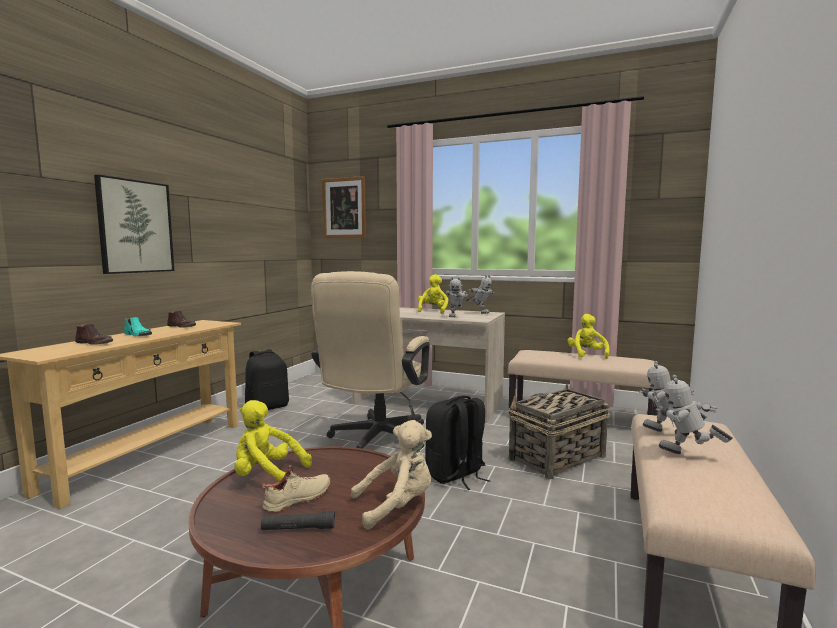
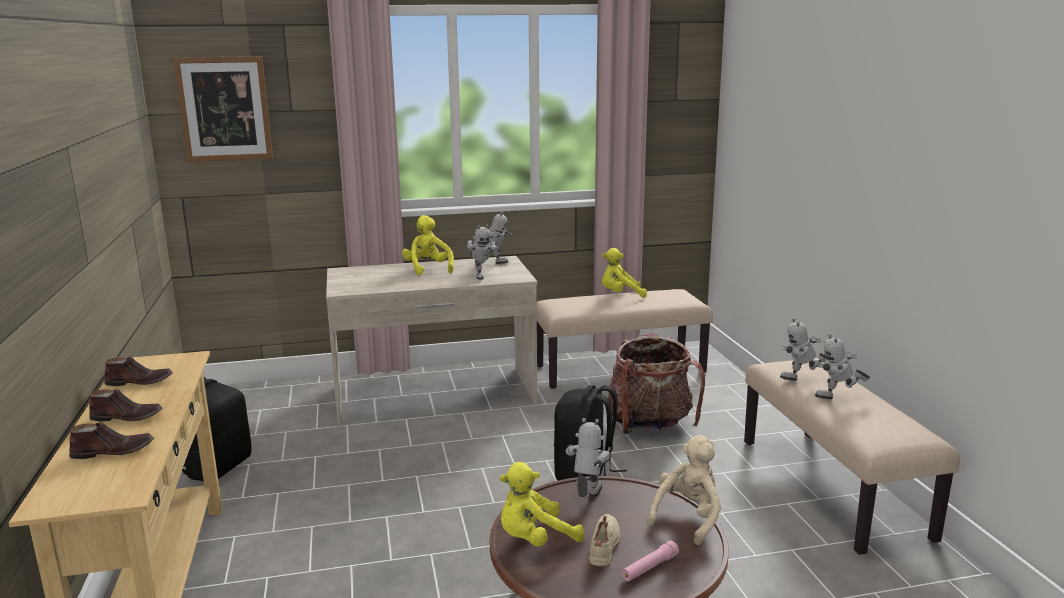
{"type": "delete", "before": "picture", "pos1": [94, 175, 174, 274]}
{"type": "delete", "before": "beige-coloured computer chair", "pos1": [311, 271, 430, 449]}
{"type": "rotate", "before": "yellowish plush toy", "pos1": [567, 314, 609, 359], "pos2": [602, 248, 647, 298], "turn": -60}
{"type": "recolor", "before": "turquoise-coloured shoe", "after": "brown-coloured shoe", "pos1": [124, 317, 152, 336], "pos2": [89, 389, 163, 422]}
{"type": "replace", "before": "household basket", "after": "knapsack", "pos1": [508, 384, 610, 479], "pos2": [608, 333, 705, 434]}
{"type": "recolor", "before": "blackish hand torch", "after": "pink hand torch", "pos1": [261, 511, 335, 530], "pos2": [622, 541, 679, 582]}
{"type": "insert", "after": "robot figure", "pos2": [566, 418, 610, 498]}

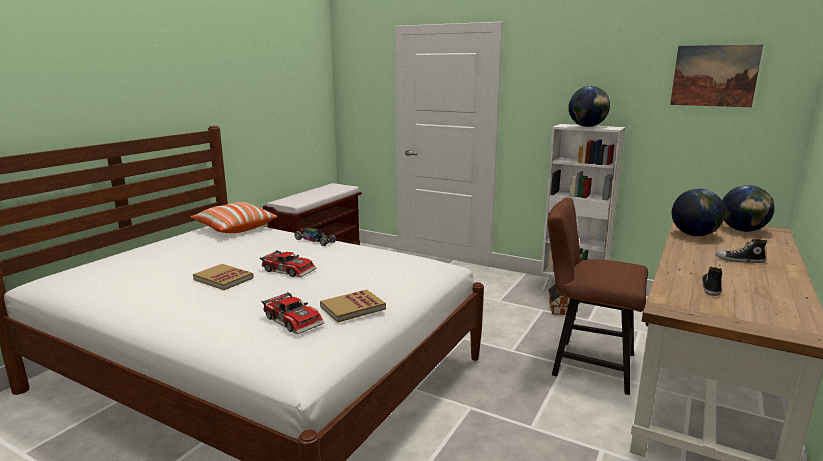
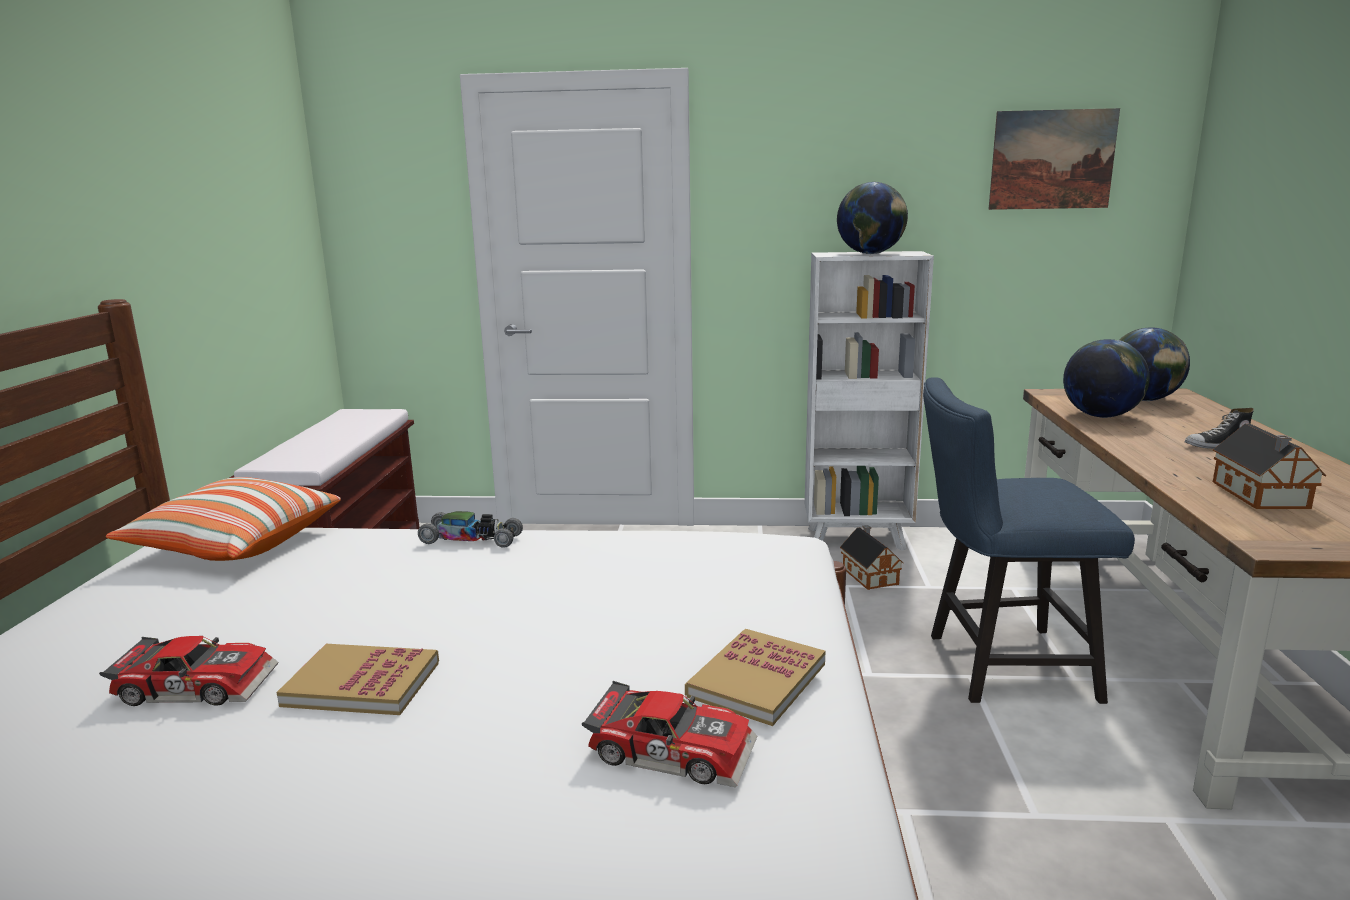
{"type": "recolor", "before": "brown-coloured chair", "after": "blue-coloured chair", "pos1": [548, 198, 648, 395], "pos2": [923, 377, 1135, 704]}
{"type": "move", "before": "miniature car", "pos1": [260, 250, 317, 277], "pos2": [99, 636, 278, 706]}
{"type": "replace", "before": "shoe", "after": "model house", "pos1": [702, 267, 723, 296], "pos2": [1213, 424, 1326, 509]}

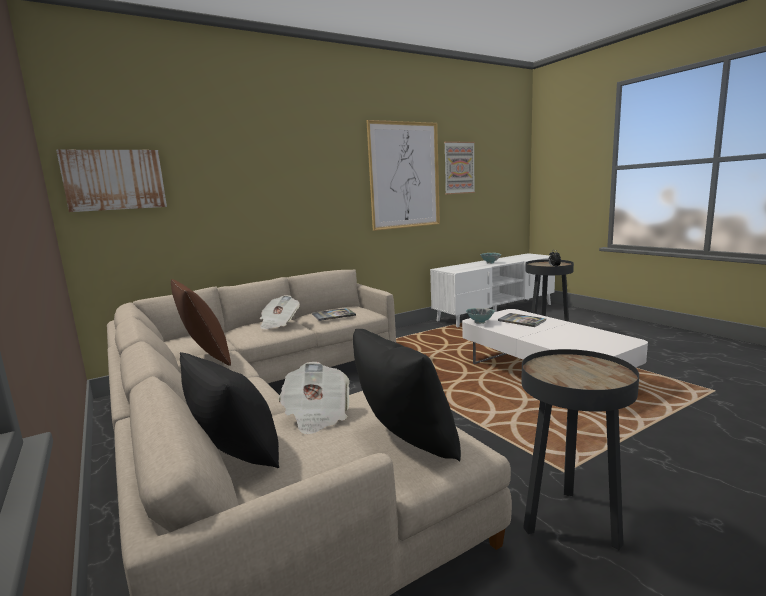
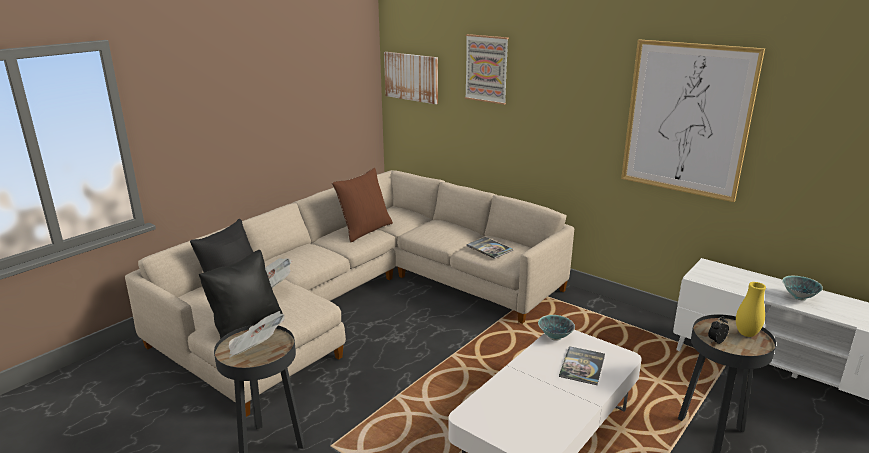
{"type": "move", "before": "picture", "pos1": [444, 141, 475, 195], "pos2": [465, 34, 509, 105]}
{"type": "move", "before": "newspaper", "pos1": [260, 295, 300, 329], "pos2": [229, 311, 285, 357]}
{"type": "insert", "after": "yellowish flower vase", "pos2": [736, 282, 766, 337]}

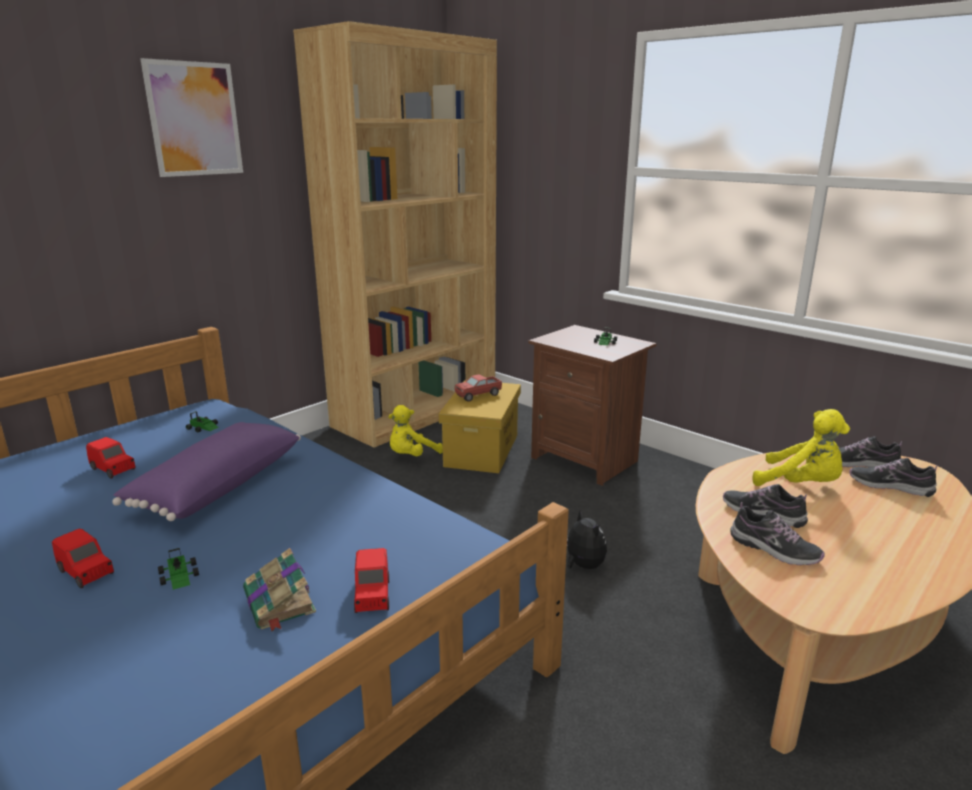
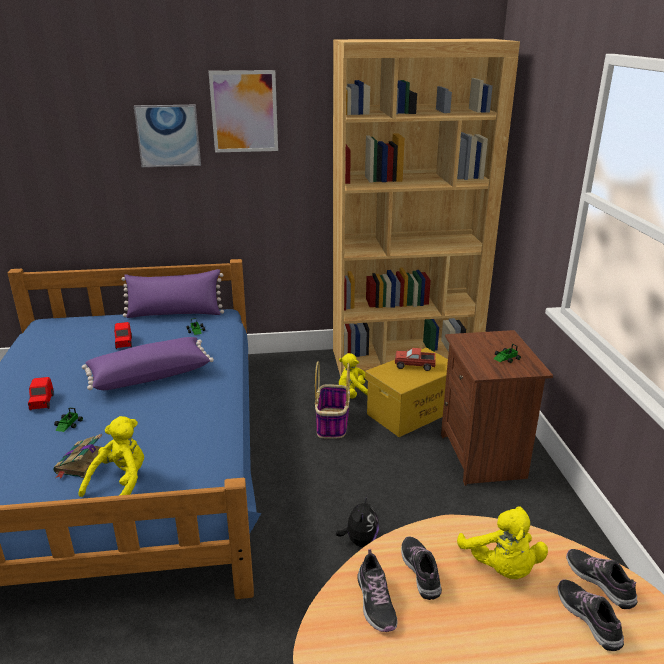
{"type": "replace", "before": "red-coloured miniature car", "after": "yellowish plush toy", "pos1": [354, 548, 389, 613], "pos2": [78, 416, 144, 497]}
{"type": "insert", "after": "picture", "pos2": [134, 105, 201, 167]}
{"type": "insert", "after": "purple cushion", "pos2": [121, 269, 224, 318]}
{"type": "insert", "after": "household basket", "pos2": [315, 361, 350, 439]}

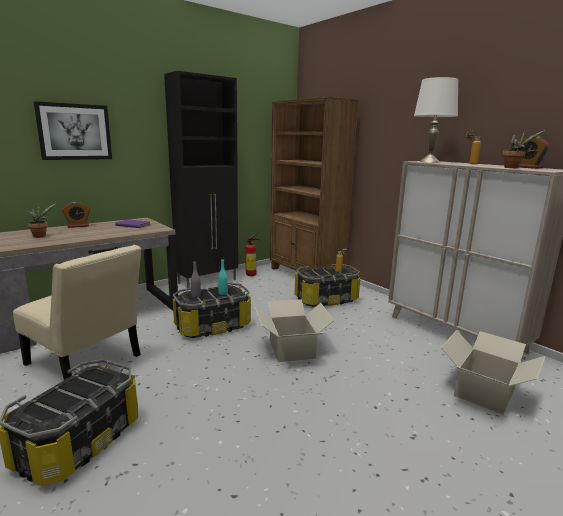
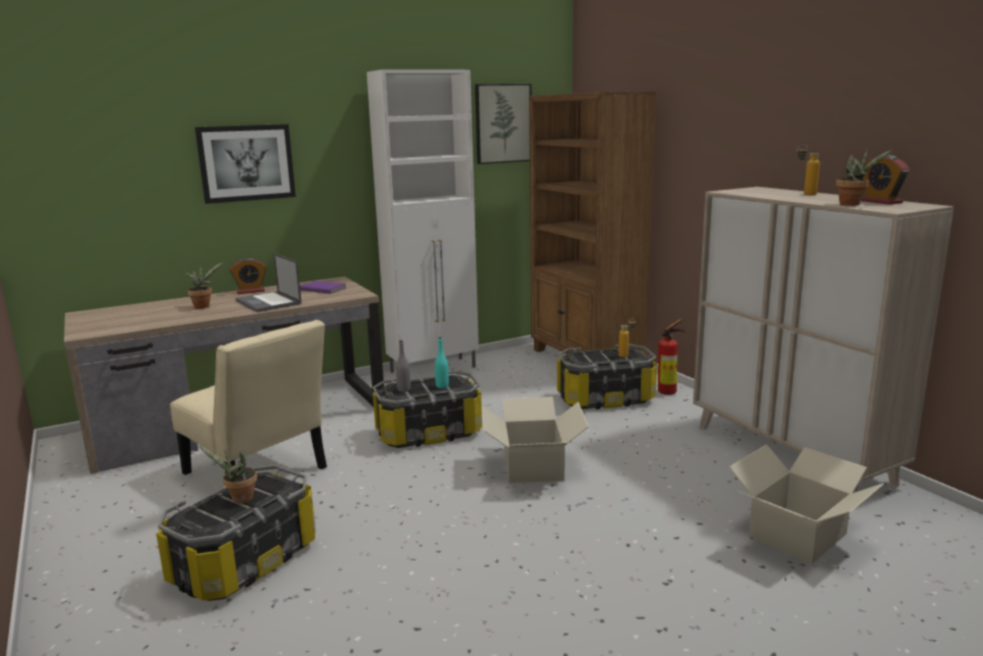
{"type": "recolor", "before": "blackish storage cabinet", "after": "white storage cabinet", "pos1": [164, 71, 238, 288], "pos2": [367, 69, 479, 373]}
{"type": "delete", "before": "white table lamp", "pos1": [414, 77, 458, 163]}
{"type": "move", "before": "fire-fighting cylinder", "pos1": [245, 233, 259, 276], "pos2": [658, 319, 685, 395]}
{"type": "insert", "after": "picture", "pos2": [475, 84, 531, 164]}
{"type": "insert", "after": "laptop", "pos2": [235, 253, 302, 312]}
{"type": "insert", "after": "potted plant", "pos2": [199, 446, 257, 503]}

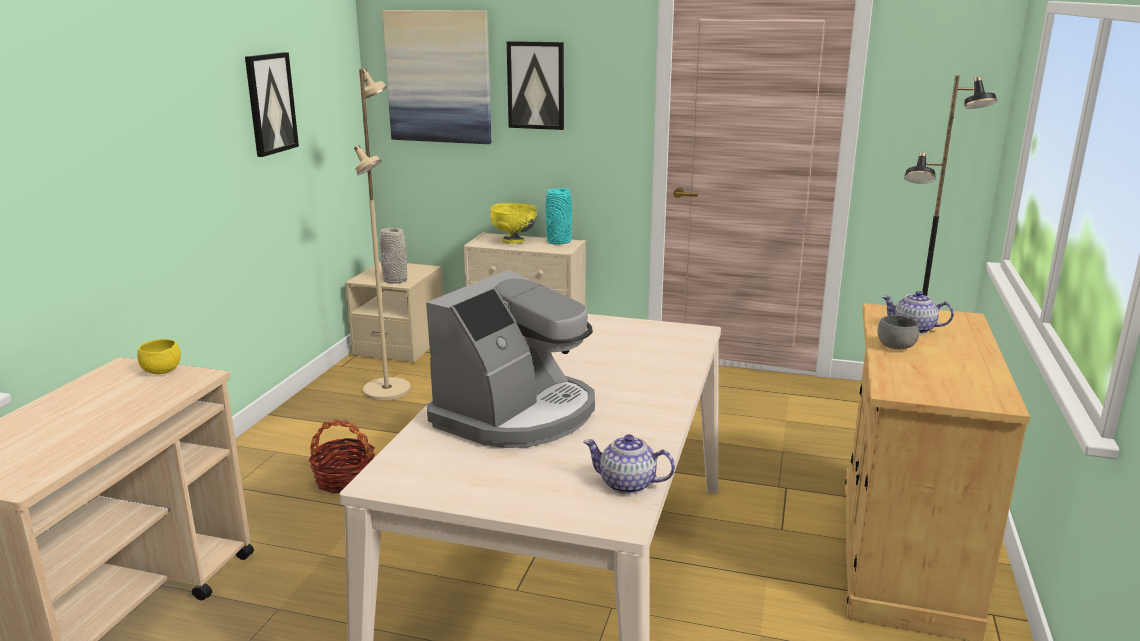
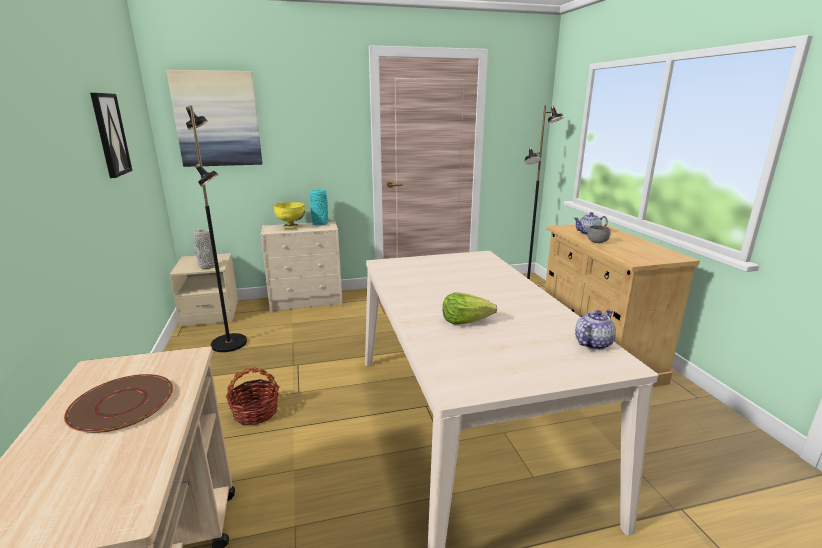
{"type": "delete", "before": "picture", "pos1": [507, 41, 564, 130]}
{"type": "recolor", "before": "beige-coloured standard lamp", "after": "blackish standard lamp", "pos1": [354, 69, 411, 401], "pos2": [186, 105, 247, 352]}
{"type": "replace", "before": "coffee brewer", "after": "lettuce", "pos1": [426, 269, 595, 448], "pos2": [443, 293, 498, 325]}
{"type": "delete", "before": "yellowish serving bowl", "pos1": [137, 339, 181, 374]}
{"type": "rotate", "before": "tea pot", "pos1": [583, 434, 675, 494], "pos2": [575, 310, 616, 350], "turn": 150}
{"type": "insert", "after": "brown-coloured plate", "pos2": [64, 374, 173, 433]}

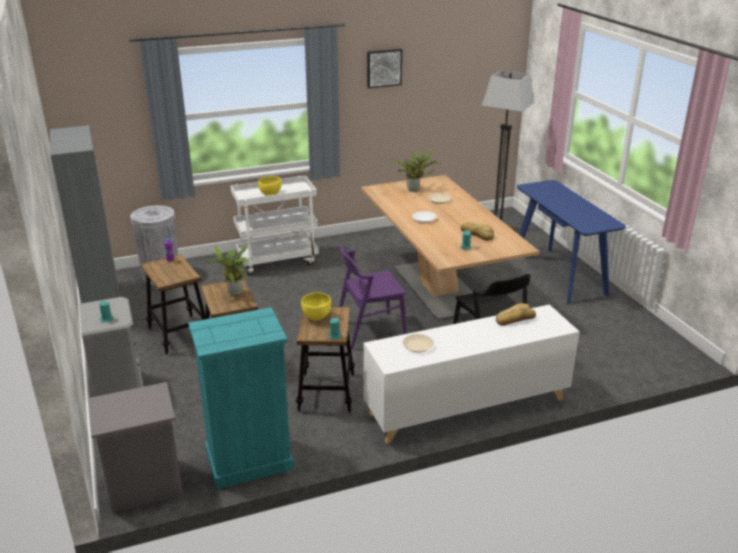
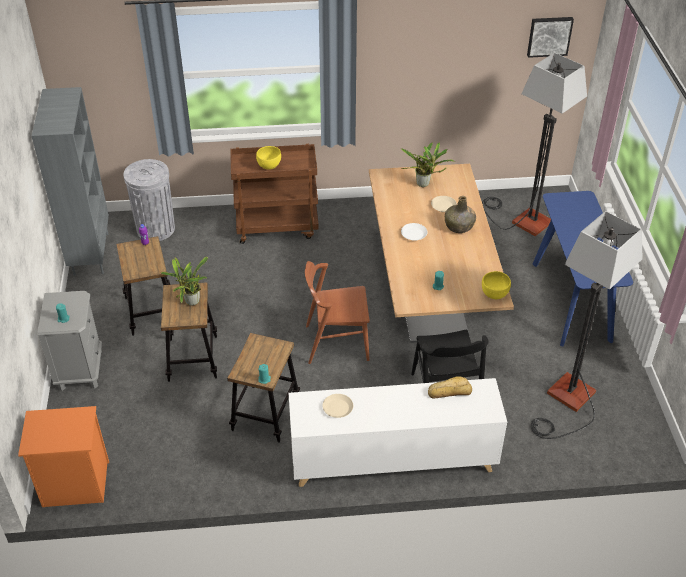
{"type": "move", "before": "picture", "pos1": [367, 49, 402, 88], "pos2": [527, 17, 574, 58]}
{"type": "recolor", "before": "white trolley", "after": "brown-coloured trolley", "pos1": [230, 176, 319, 276], "pos2": [230, 144, 319, 244]}
{"type": "delete", "before": "baked bread", "pos1": [461, 222, 494, 241]}
{"type": "recolor", "before": "purple chair", "after": "brown-coloured chair", "pos1": [339, 244, 407, 349], "pos2": [305, 261, 370, 364]}
{"type": "move", "before": "yellowish serving bowl", "pos1": [301, 293, 331, 320], "pos2": [482, 271, 511, 299]}
{"type": "delete", "before": "turquoise-coloured dresser", "pos1": [188, 307, 294, 489]}
{"type": "recolor", "before": "greyish night table", "after": "orangey night table", "pos1": [88, 382, 183, 513], "pos2": [18, 406, 109, 507]}
{"type": "insert", "after": "greenish beverage bottle", "pos2": [445, 196, 476, 233]}
{"type": "insert", "after": "standard lamp", "pos2": [531, 211, 642, 439]}

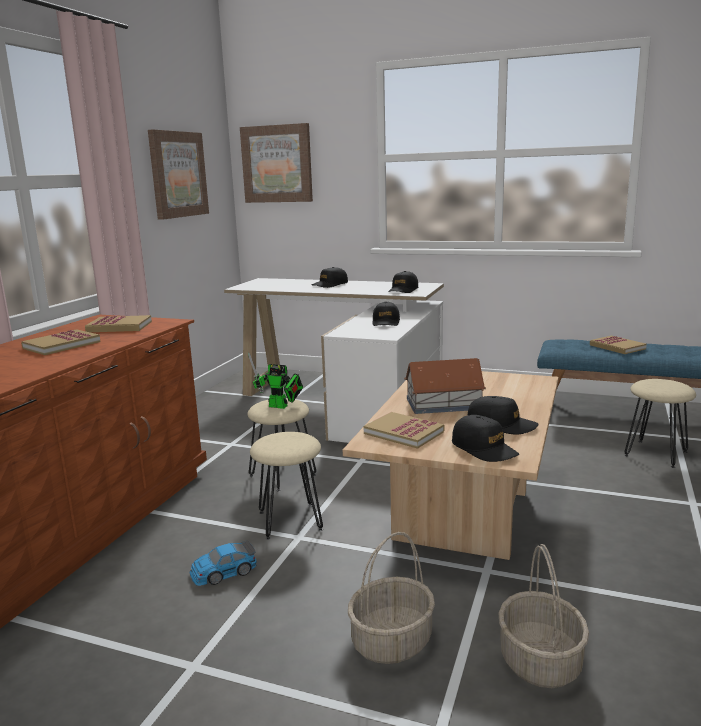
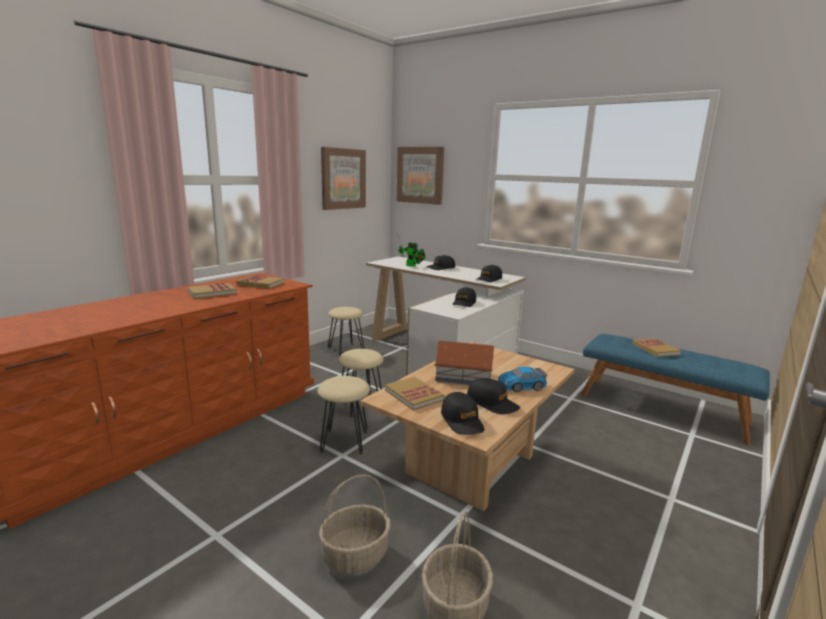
{"type": "move", "before": "robot figure", "pos1": [248, 352, 303, 409], "pos2": [397, 234, 426, 267]}
{"type": "move", "before": "beige-coloured stool", "pos1": [624, 379, 696, 468], "pos2": [328, 307, 364, 355]}
{"type": "move", "before": "miniature car", "pos1": [190, 540, 257, 586], "pos2": [497, 367, 548, 392]}

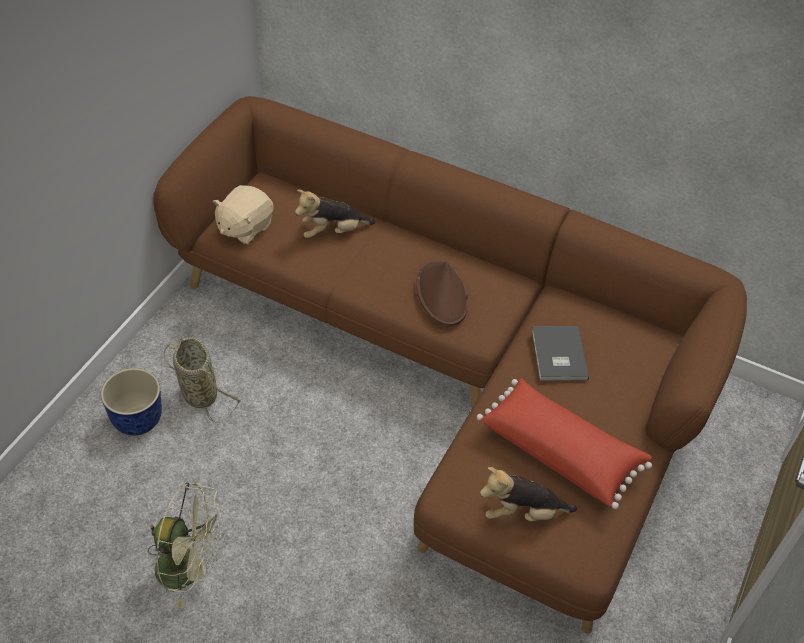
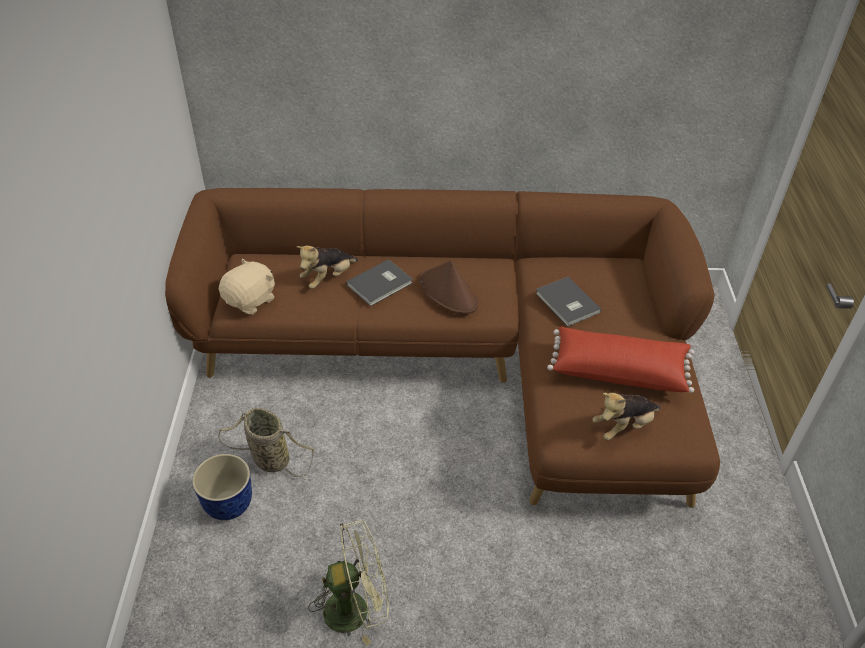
{"type": "rotate", "before": "beige-coloured plush toy", "pos1": [213, 185, 274, 245], "pos2": [219, 258, 275, 315], "turn": -150}
{"type": "insert", "after": "greyish bound book", "pos2": [346, 259, 413, 306]}

